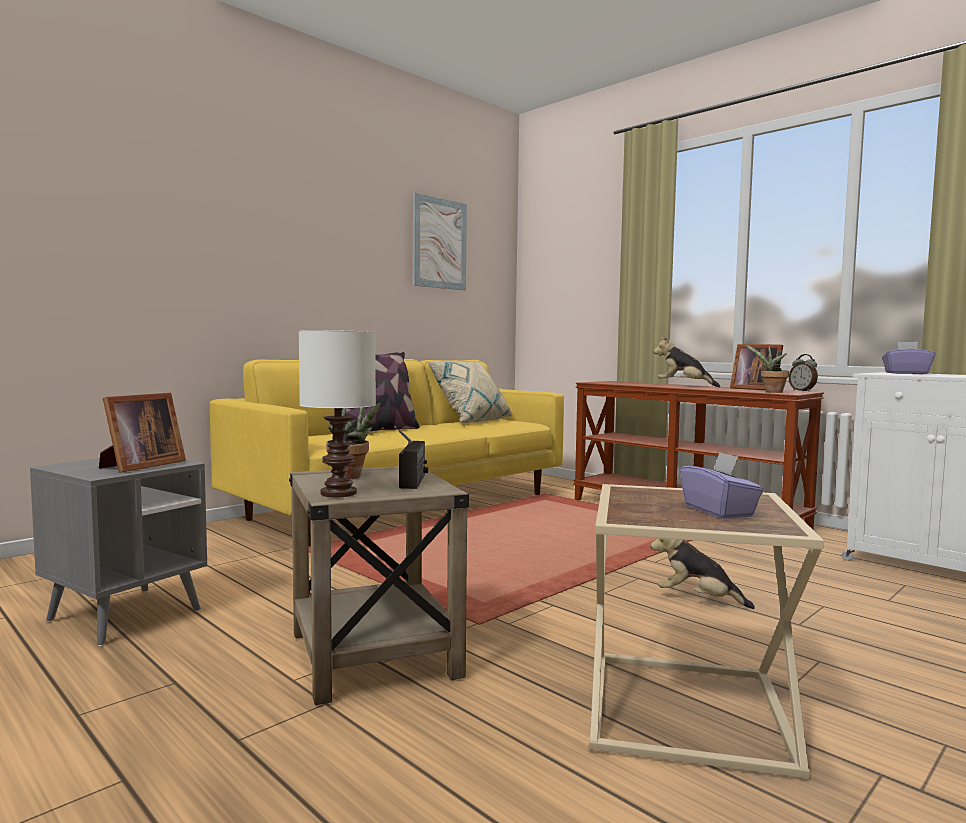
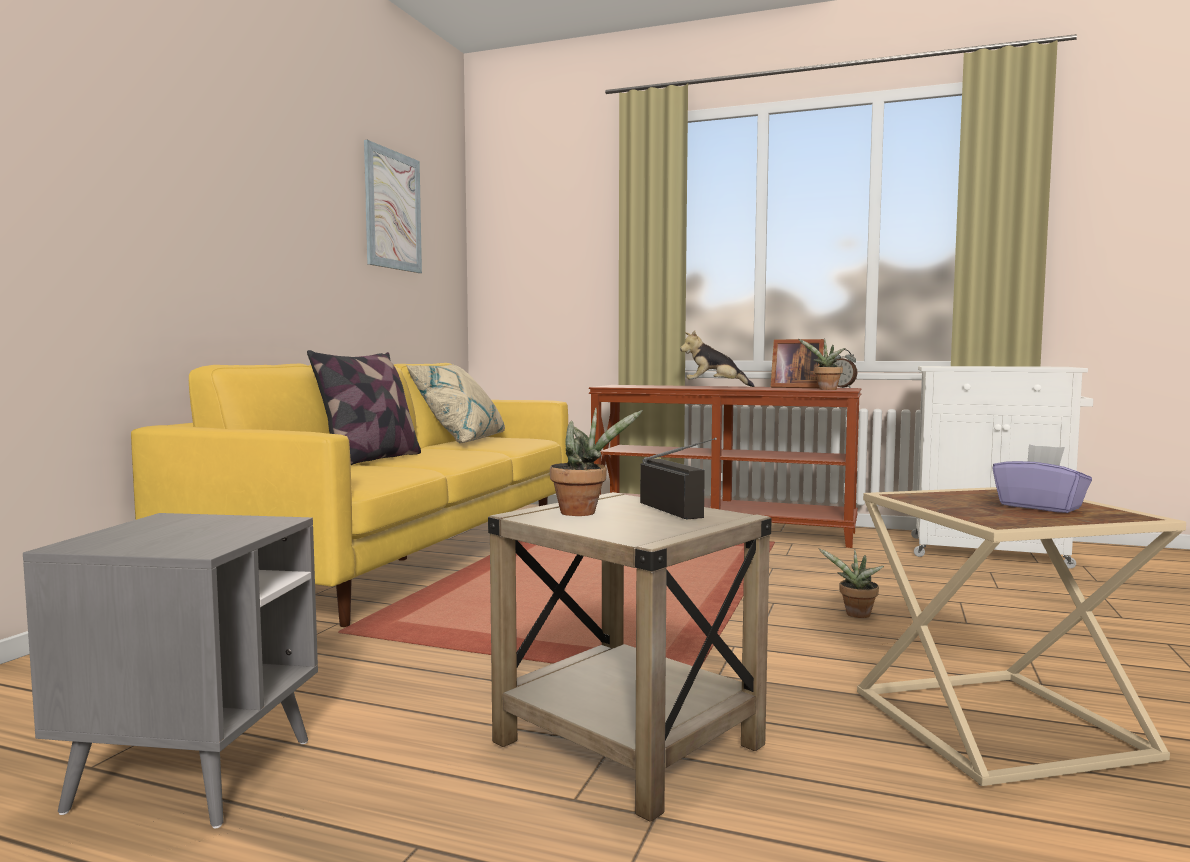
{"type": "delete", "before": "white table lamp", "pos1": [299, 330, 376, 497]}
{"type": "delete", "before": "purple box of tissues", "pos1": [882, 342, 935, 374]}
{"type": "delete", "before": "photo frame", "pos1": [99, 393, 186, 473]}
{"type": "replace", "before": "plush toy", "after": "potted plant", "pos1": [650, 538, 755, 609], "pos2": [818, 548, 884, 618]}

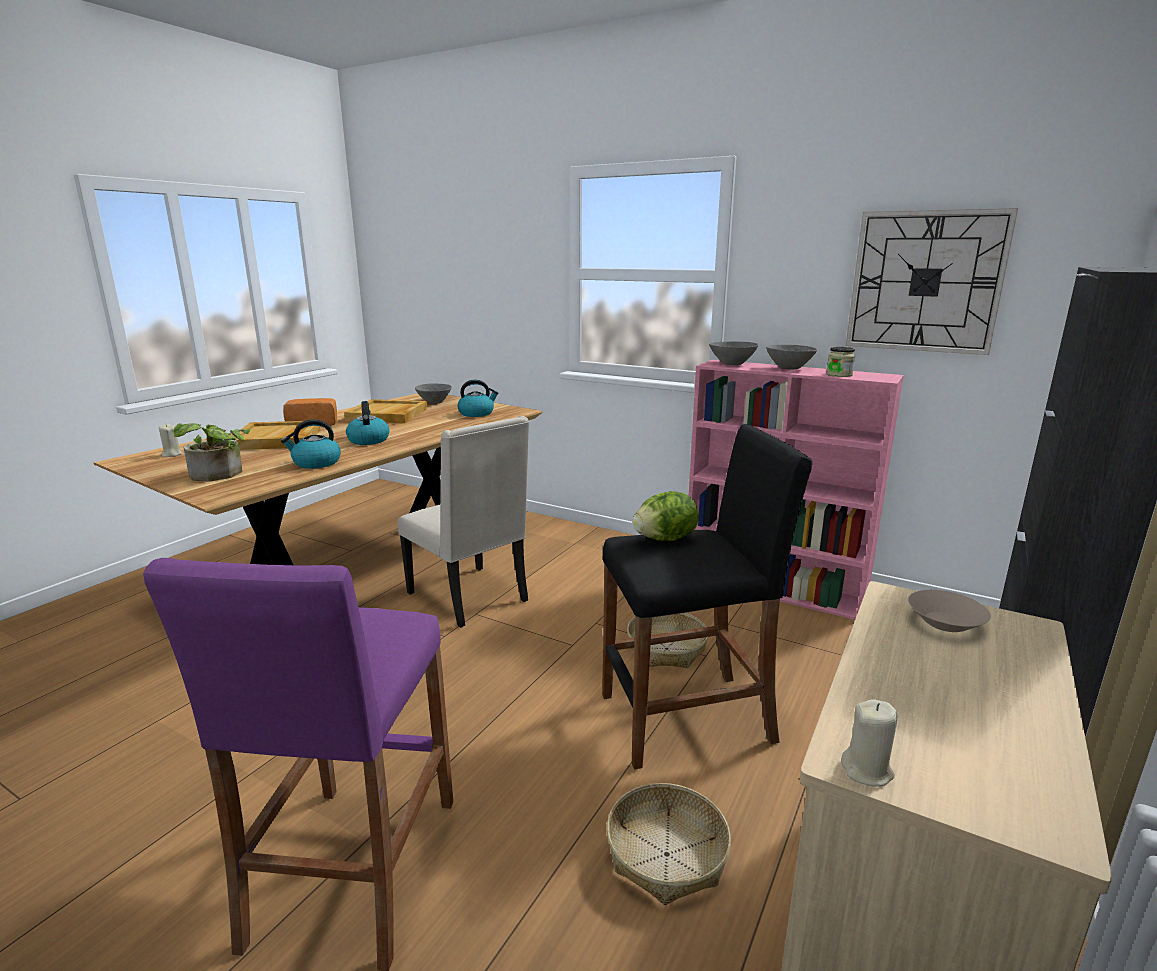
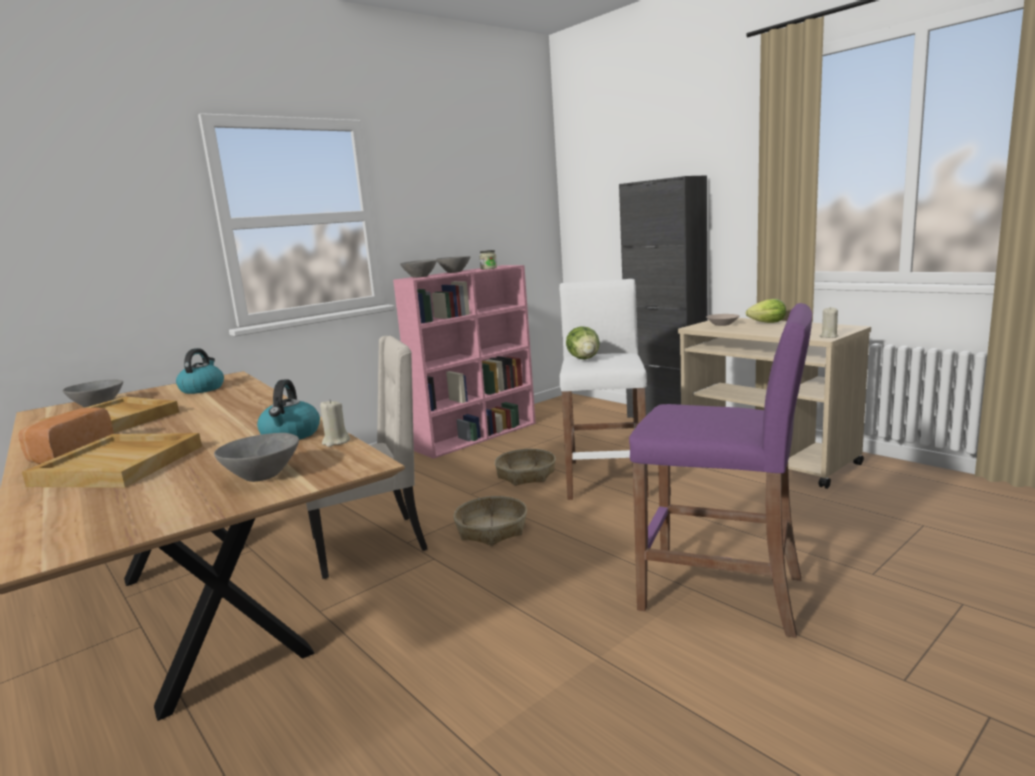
{"type": "delete", "before": "wall clock", "pos1": [846, 208, 1018, 355]}
{"type": "delete", "before": "water kettle", "pos1": [346, 401, 390, 445]}
{"type": "replace", "before": "potted plant", "after": "greyish serving bowl", "pos1": [174, 423, 251, 481], "pos2": [214, 433, 299, 482]}
{"type": "move", "before": "beige-coloured candle", "pos1": [159, 424, 183, 457], "pos2": [320, 399, 350, 447]}
{"type": "recolor", "before": "blackish stool", "after": "white stool", "pos1": [602, 424, 812, 769], "pos2": [559, 279, 649, 500]}
{"type": "move", "before": "household basket", "pos1": [607, 783, 731, 905], "pos2": [453, 496, 527, 546]}
{"type": "insert", "after": "lettuce", "pos2": [746, 299, 786, 323]}

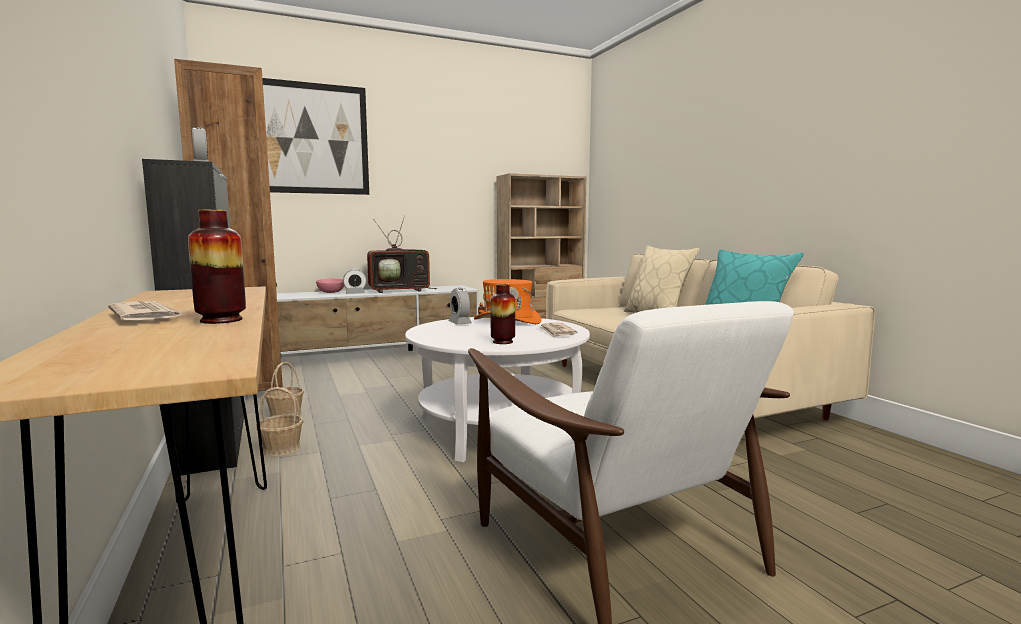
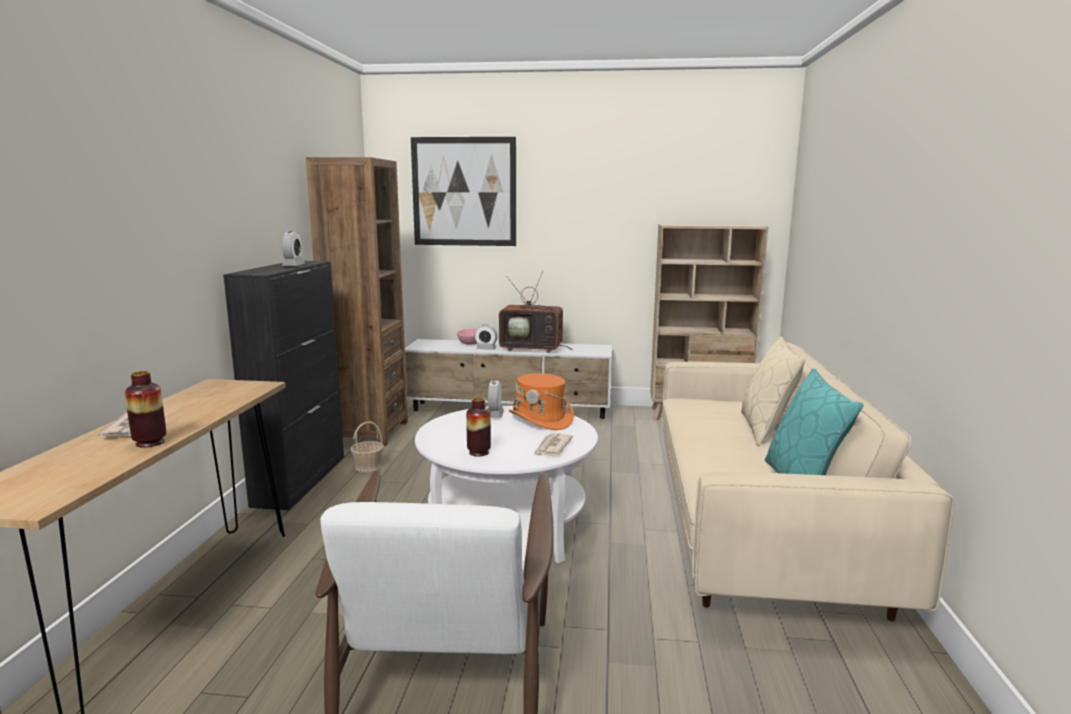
{"type": "delete", "before": "household basket", "pos1": [256, 387, 303, 456]}

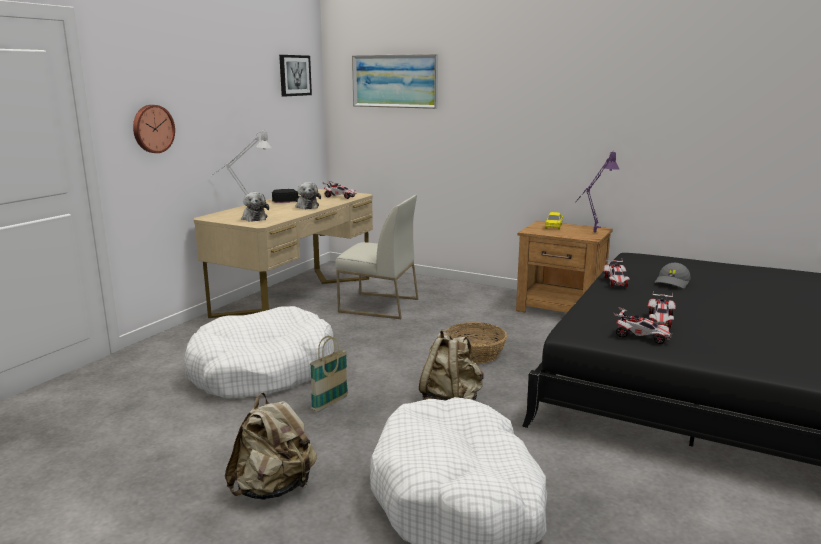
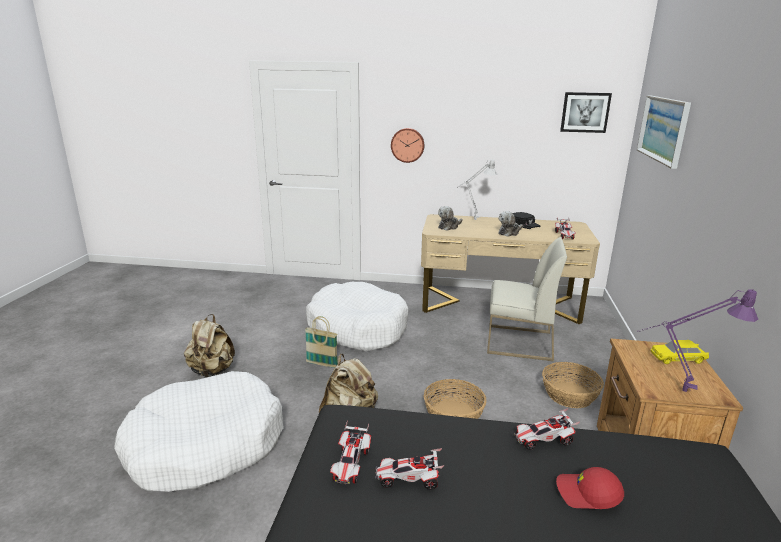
{"type": "rotate", "before": "white chair", "pos1": [335, 195, 419, 319], "pos2": [487, 237, 567, 361], "turn": -75}
{"type": "recolor", "before": "greyish cap", "after": "red-coloured cap", "pos1": [654, 263, 691, 288], "pos2": [556, 467, 624, 509]}
{"type": "insert", "after": "household basket", "pos2": [542, 362, 604, 408]}

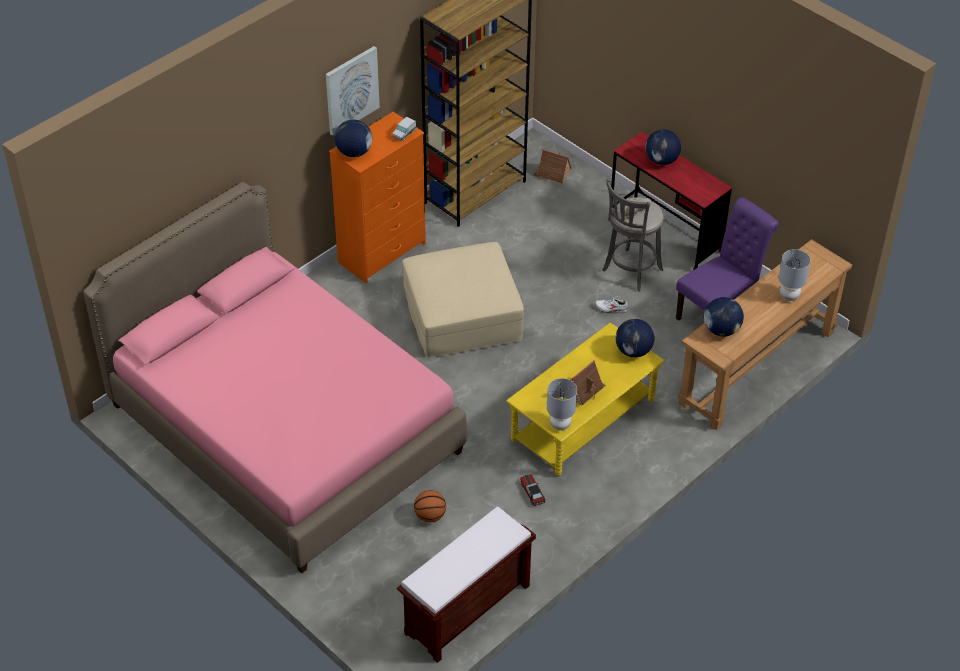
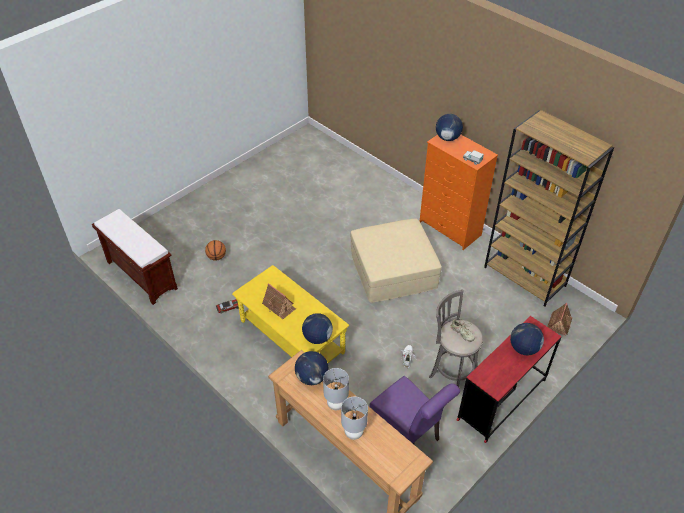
{"type": "delete", "before": "picture", "pos1": [326, 46, 380, 136]}
{"type": "delete", "before": "pink bed", "pos1": [83, 182, 466, 573]}
{"type": "move", "before": "greyish table lamp", "pos1": [547, 378, 577, 430], "pos2": [323, 368, 349, 410]}

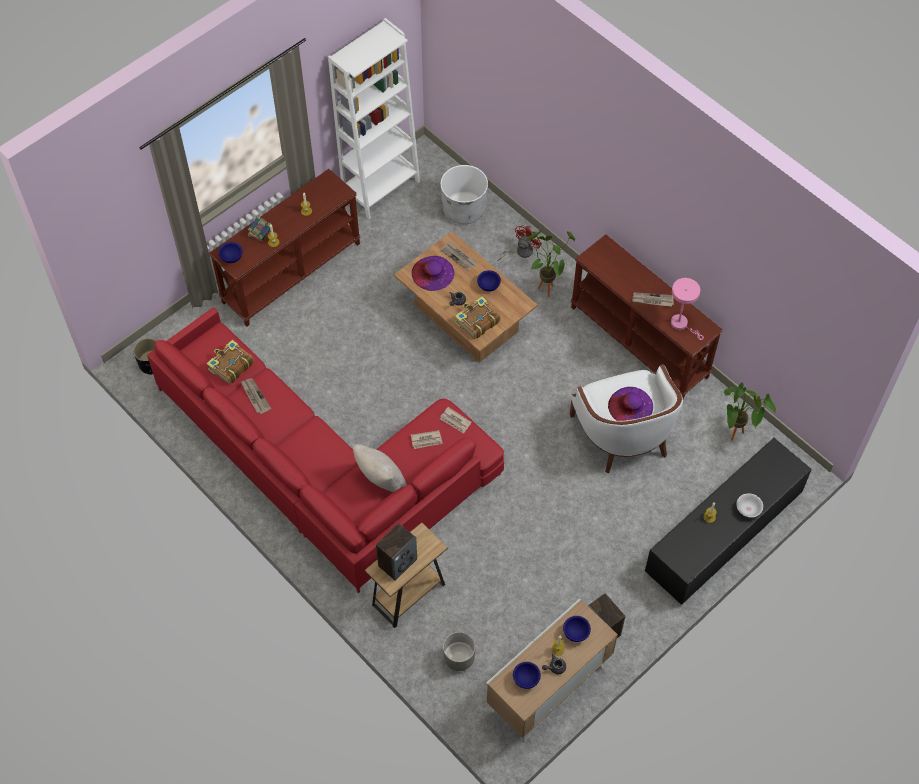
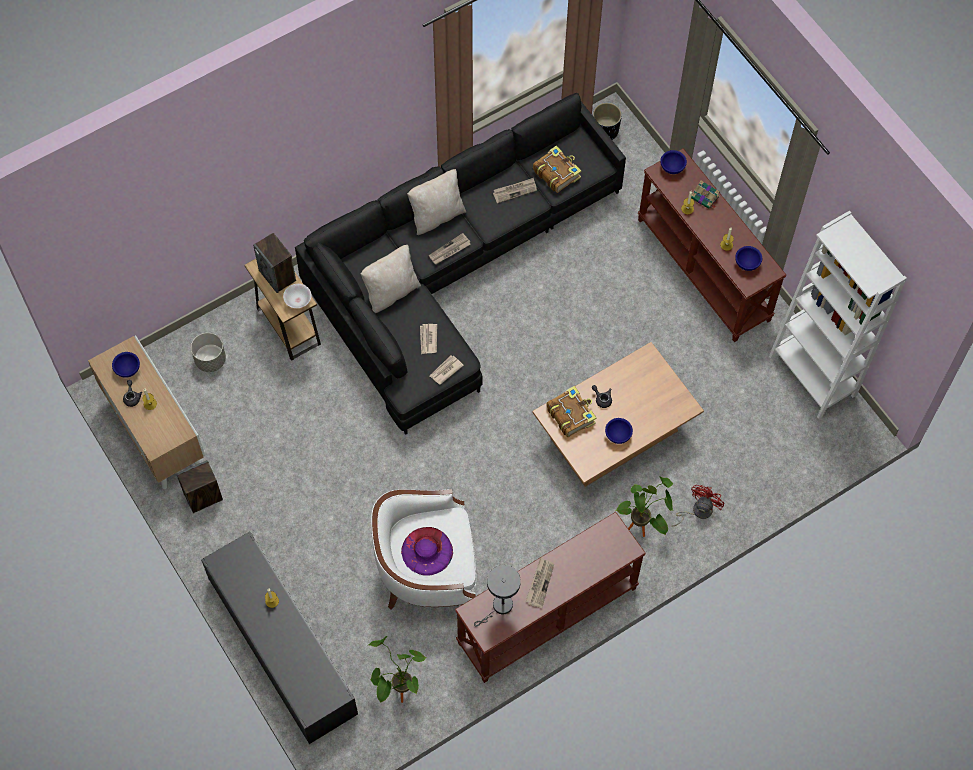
{"type": "delete", "before": "white flower pot", "pos1": [440, 165, 488, 224]}
{"type": "rotate", "before": "red-coloured electric fan", "pos1": [498, 225, 542, 261], "pos2": [672, 485, 724, 527], "turn": -105}
{"type": "move", "before": "newspaper", "pos1": [440, 242, 478, 271], "pos2": [429, 233, 471, 264]}
{"type": "delete", "before": "purple clothing hat", "pos1": [412, 256, 454, 291]}
{"type": "recolor", "before": "pink table lamp", "after": "greyish table lamp", "pos1": [671, 278, 704, 340], "pos2": [474, 565, 521, 627]}
{"type": "recolor", "before": "red-coloured settee", "after": "blackish settee", "pos1": [147, 307, 504, 593], "pos2": [295, 93, 626, 435]}
{"type": "move", "before": "white serving bowl", "pos1": [736, 493, 763, 517], "pos2": [283, 284, 311, 308]}
{"type": "move", "before": "blue-coloured serving bowl", "pos1": [563, 616, 591, 642], "pos2": [735, 246, 762, 271]}
{"type": "insert", "after": "beige-coloured cushion", "pos2": [407, 169, 466, 235]}

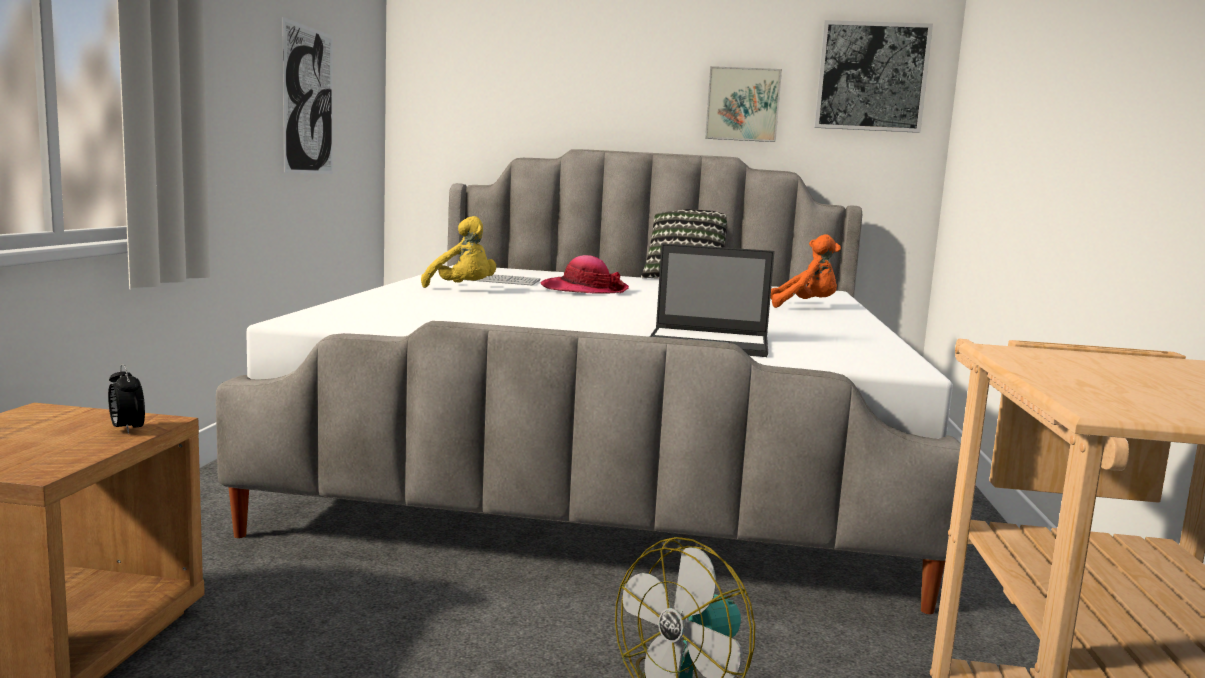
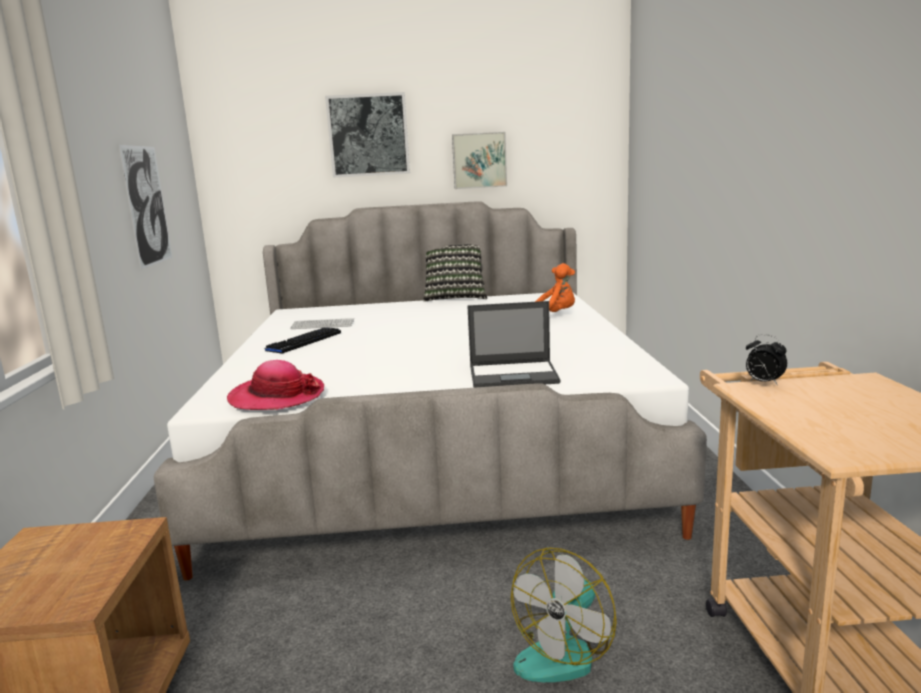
{"type": "move", "before": "picture", "pos1": [814, 20, 933, 133], "pos2": [325, 92, 410, 178]}
{"type": "replace", "before": "yellowish plush toy", "after": "computer keyboard", "pos1": [421, 216, 496, 288], "pos2": [264, 328, 341, 354]}
{"type": "move", "before": "clothing hat", "pos1": [541, 255, 629, 294], "pos2": [227, 360, 324, 410]}
{"type": "move", "before": "alarm clock", "pos1": [108, 364, 145, 434], "pos2": [746, 334, 787, 384]}

